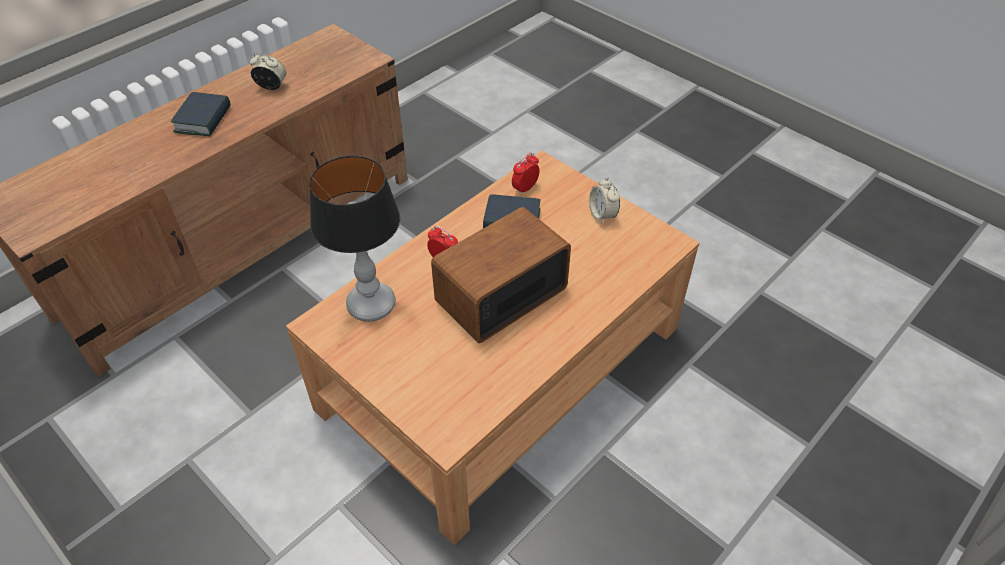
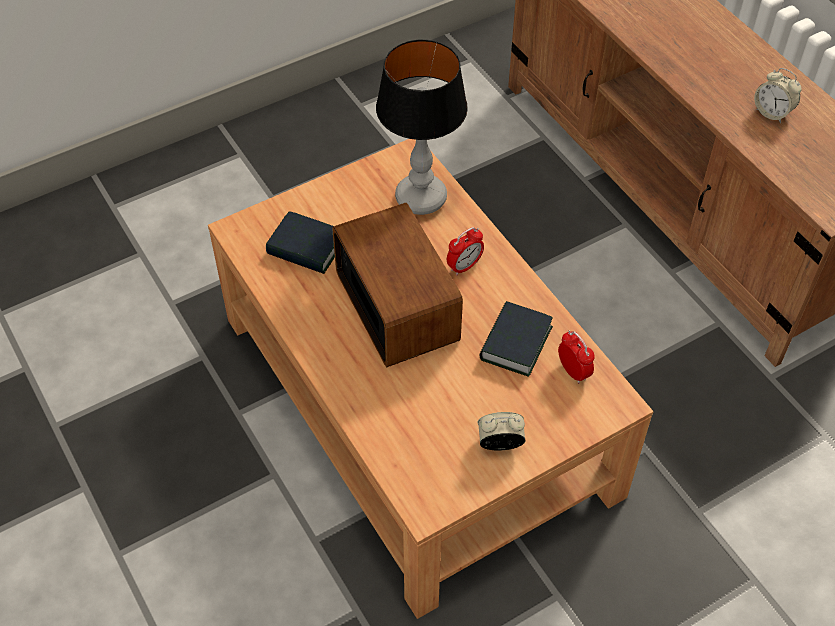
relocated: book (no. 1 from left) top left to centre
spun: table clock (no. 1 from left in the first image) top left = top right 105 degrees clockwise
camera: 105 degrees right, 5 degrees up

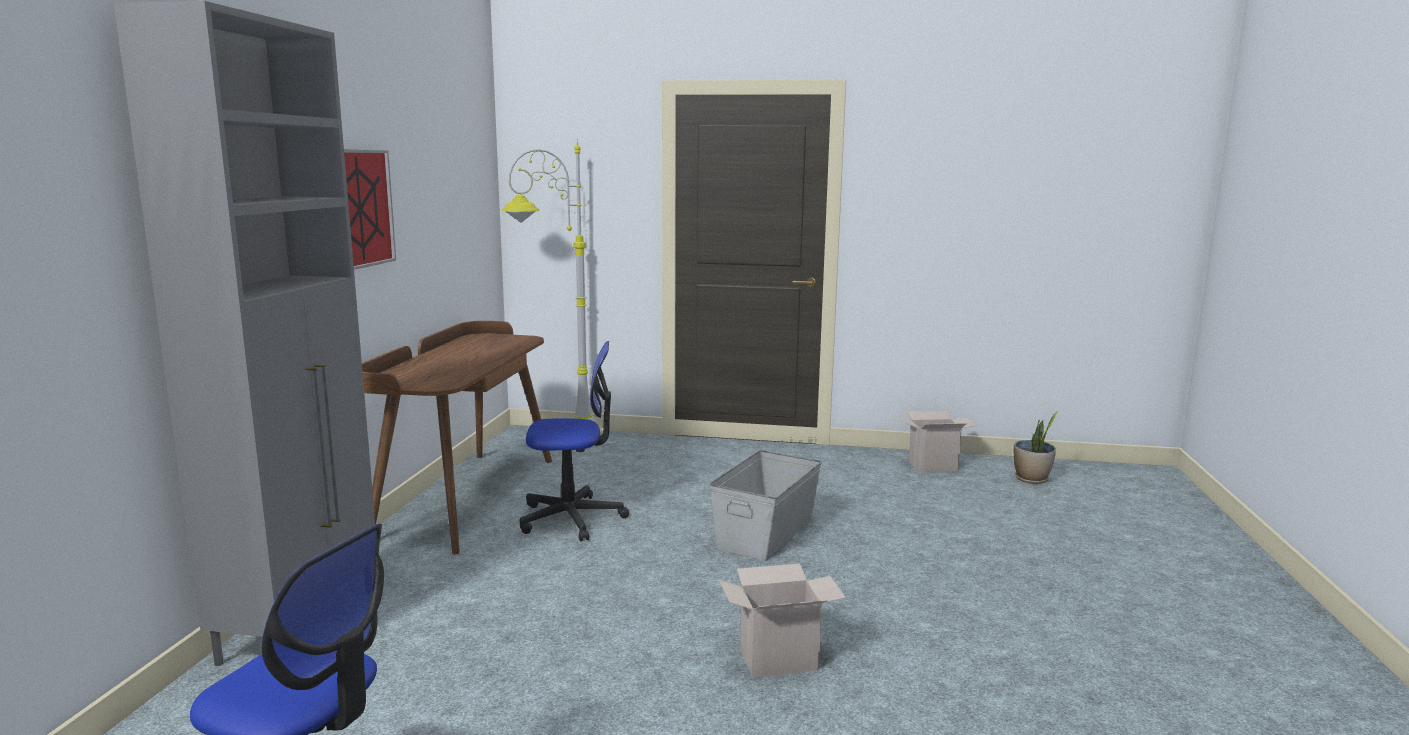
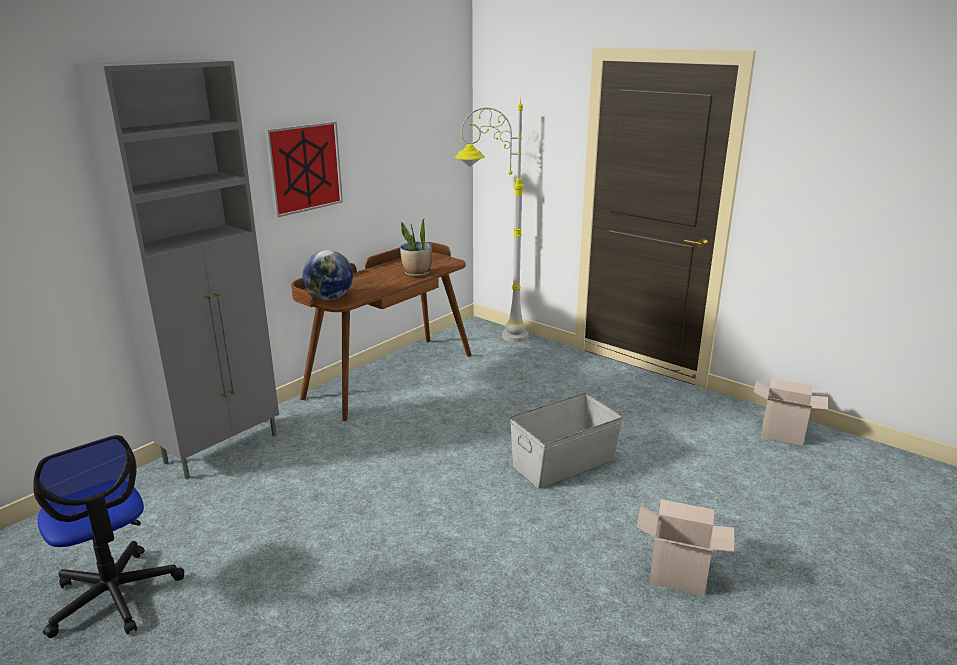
missing: office chair (no. 2 from left) centre
appeared: desk globe centre
relocated: houseplant middle right to centre; packing box (no. 1 from left) bottom centre to bottom right
camera: 30 degrees right, 10 degrees up

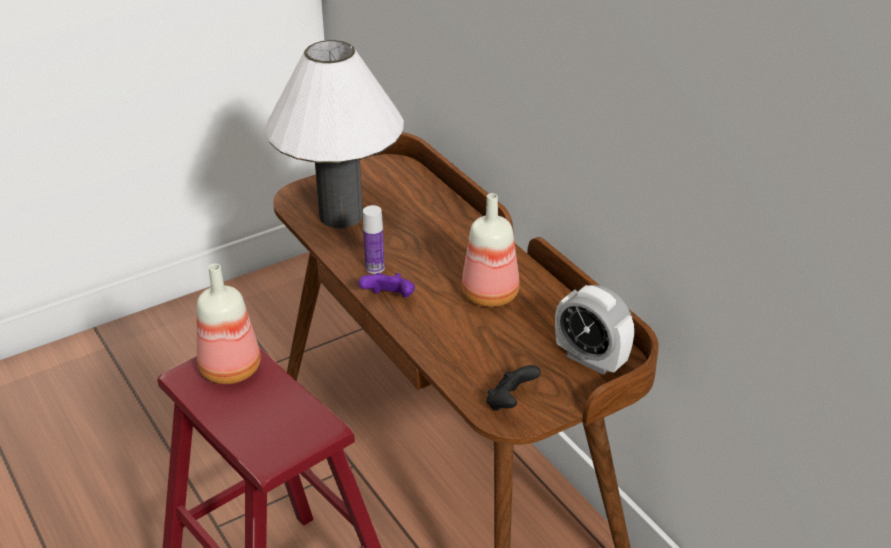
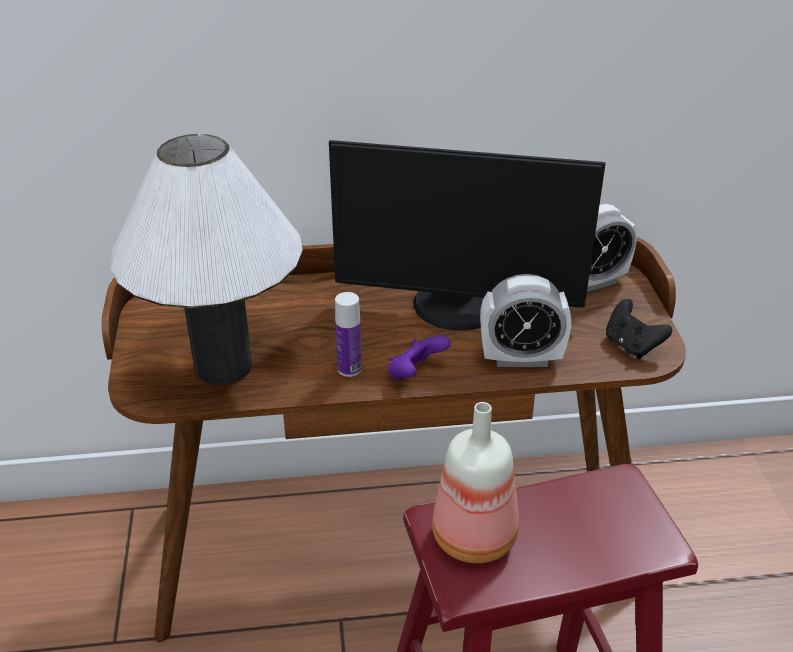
appeared: table clock (no. 1 from left) centre
exchanged: bottle (no. 3 from left) centre to computer display centre
camera: 65 degrees left, 0 degrees up

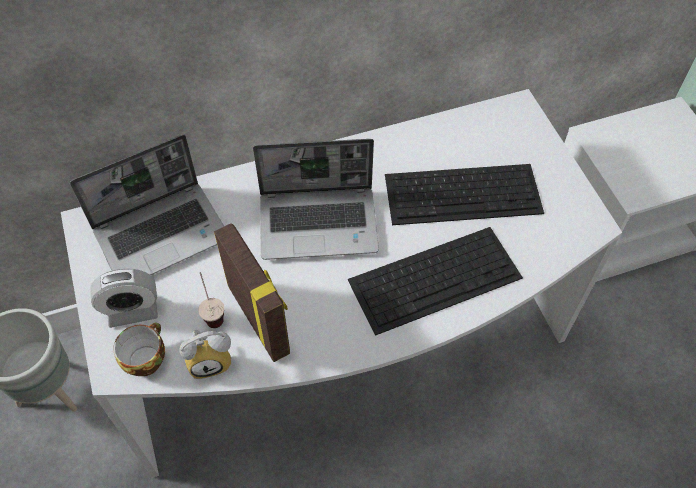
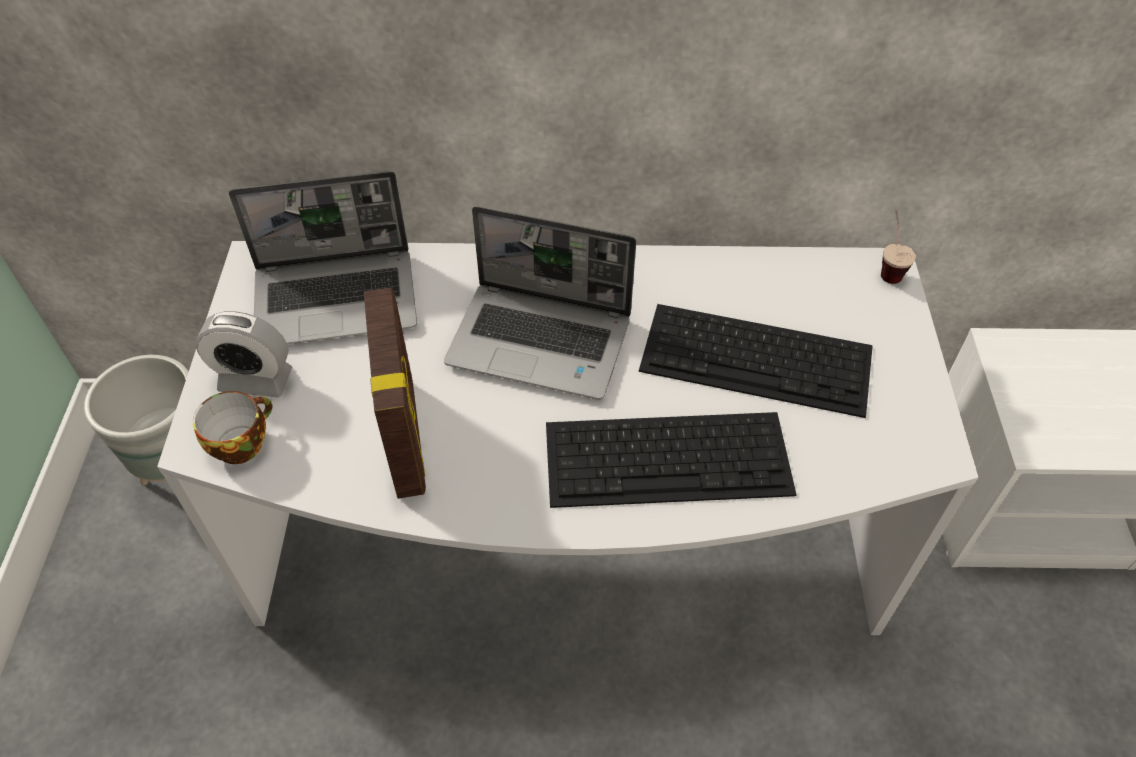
missing: table clock (no. 2 from left) bottom left
relocated: drinking cup (no. 2 from left) middle left to top right
camera: 20 degrees right, 5 degrees down

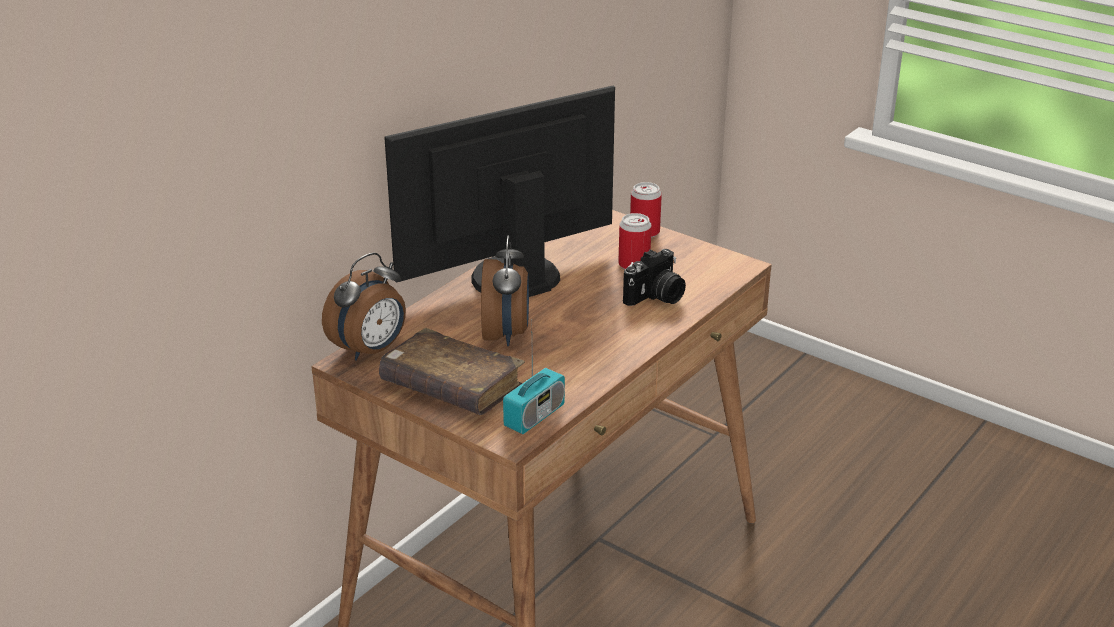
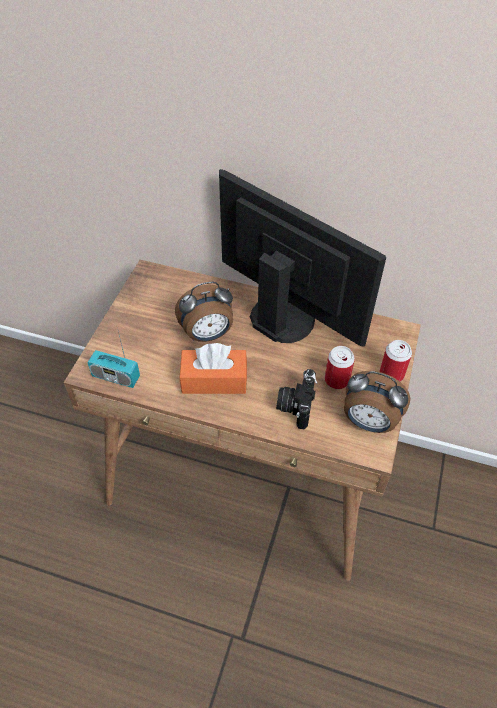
missing: brown-coloured book centre
appeared: orange box of tissues centre
relocated: table clock (no. 1 from left in the first image) middle left to table clock (no. 2 from left) middle right
spun: still camera centre = centre 75 degrees clockwise
camera: 70 degrees right, 20 degrees up

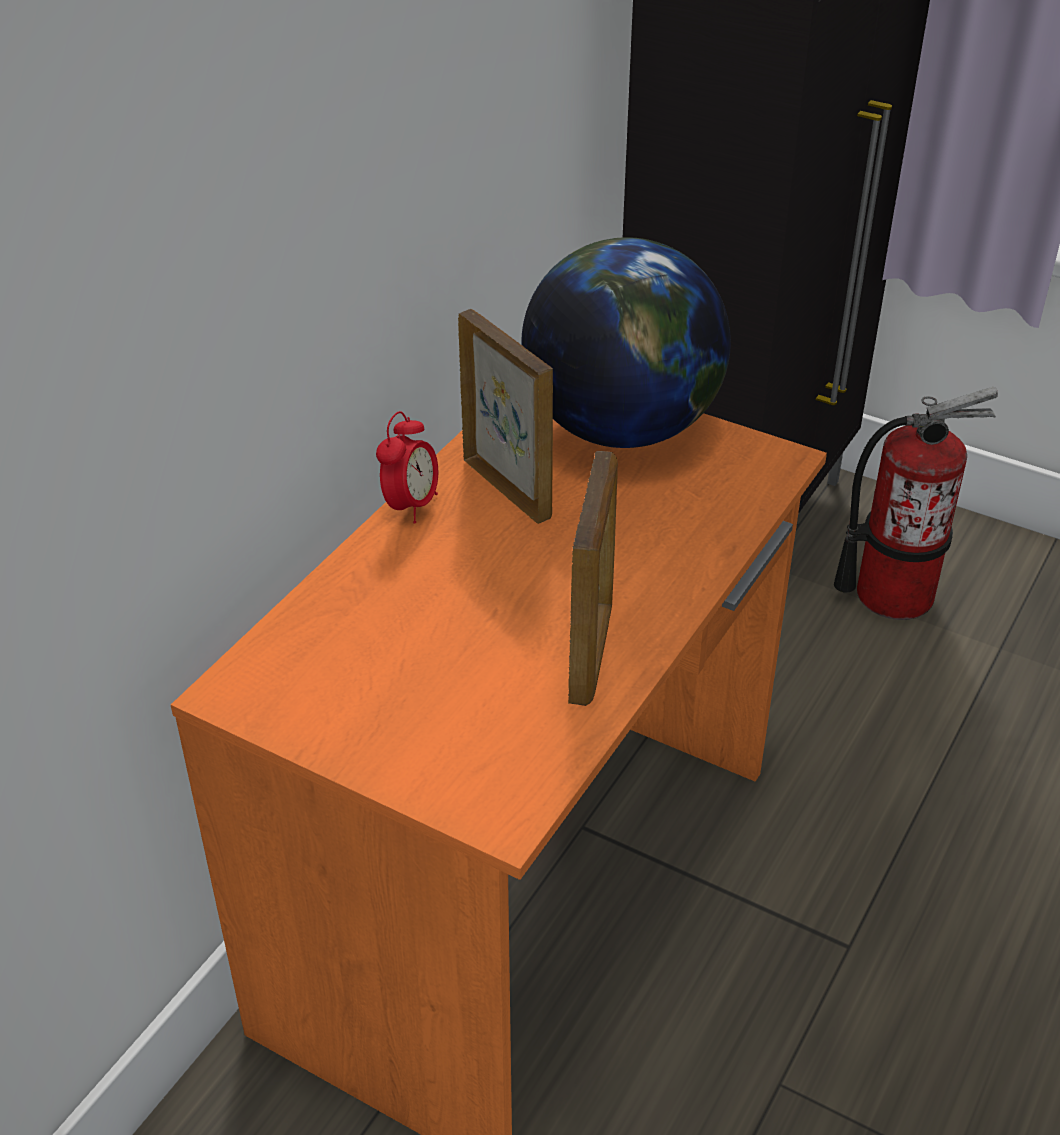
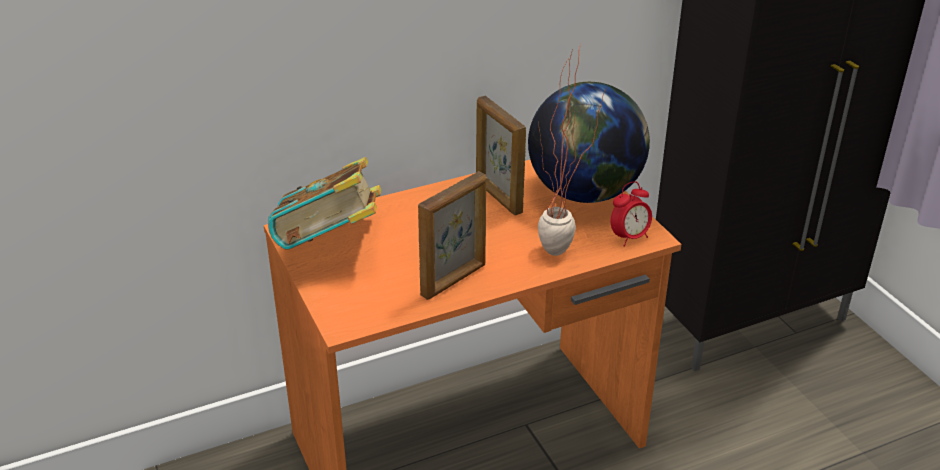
missing: extinguisher middle right
appeared: book centre; houseplant top centre
relocated: table clock centre to middle right
spun: standing frame (no. 1 from left in the first image) centre = top centre 150 degrees clockwise
camera: 35 degrees right, 5 degrees down

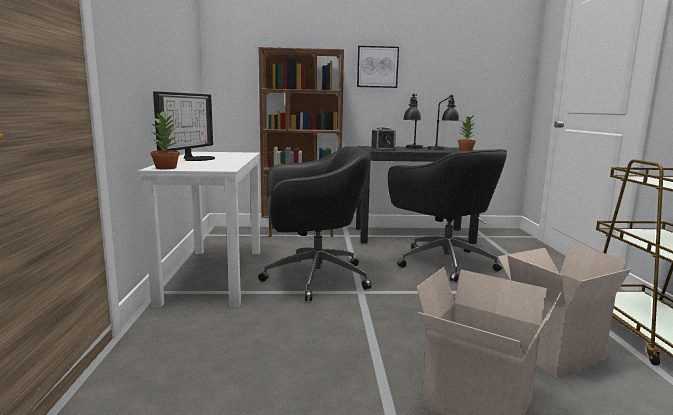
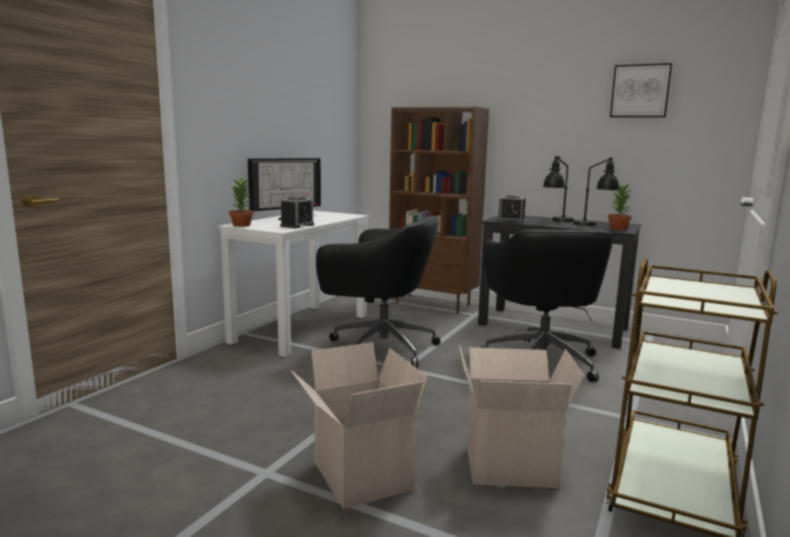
appeared: table clock (no. 1 from left) centre
relocated: picture top centre to top right
camera: 30 degrees right, 0 degrees up

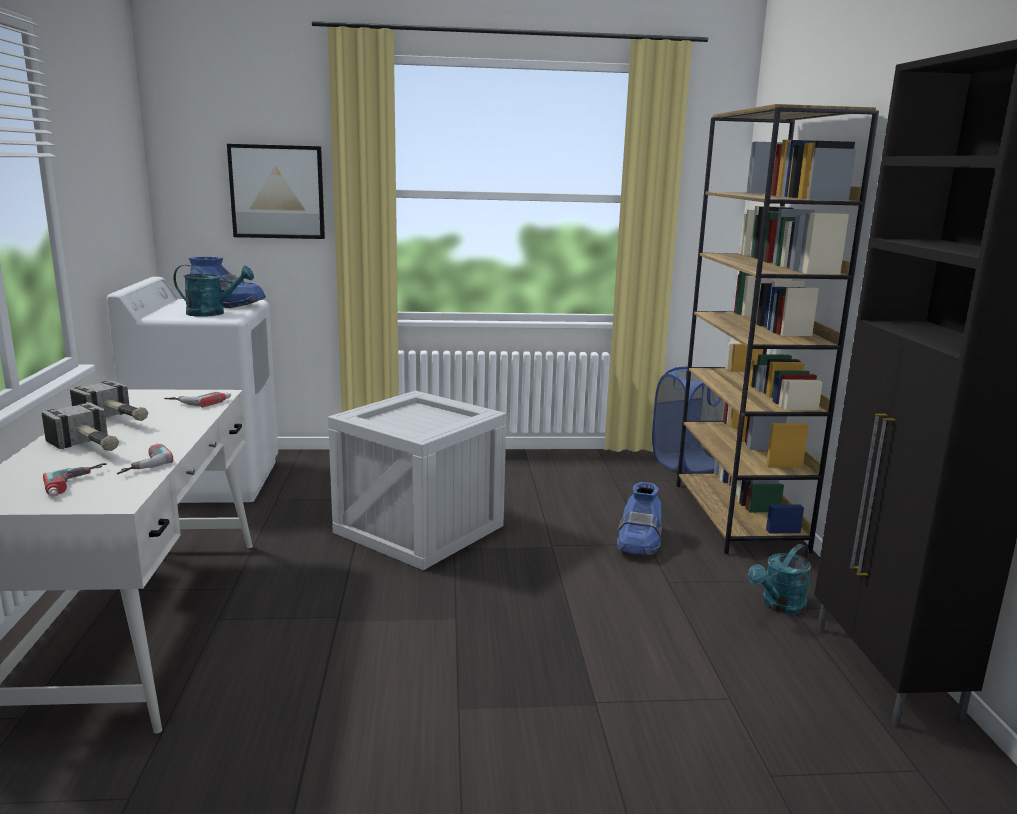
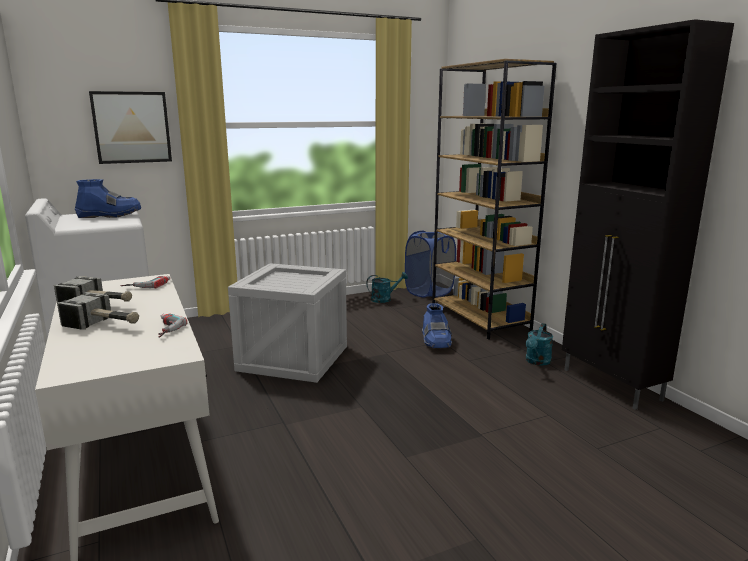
missing: electric drill (no. 1 from left) middle left
relocated: turquoise-coloured sprinkling can (no. 1 from left) middle left to centre
camera: 20 degrees left, 0 degrees up

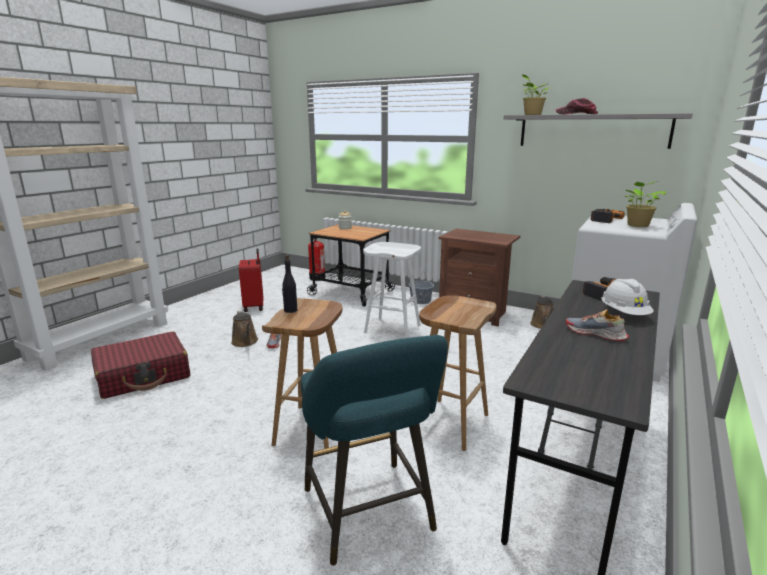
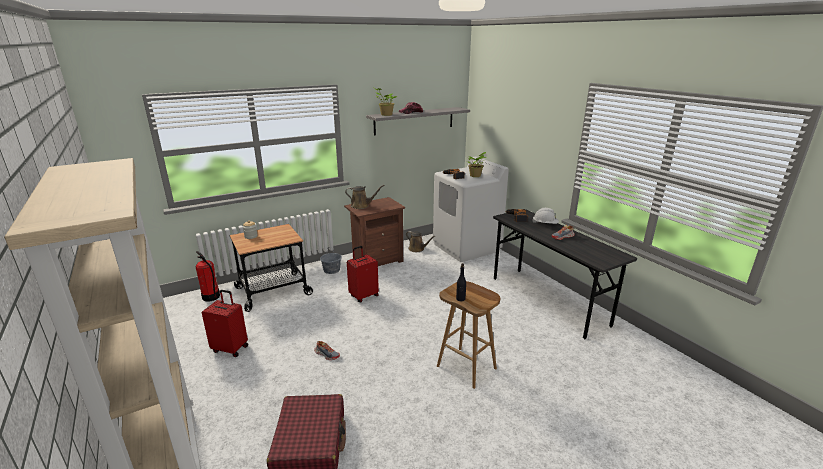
missing: turquoise-coloured sitting stool bottom centre; brown-coloured sitting stool (no. 2 from left) centre
relocated: brown-coloured sprinkling can (no. 1 from left) middle left to centre
exchanged: whitish sitting stool centre to red piece of luggage (no. 3 from left) centre
camera: 60 degrees left, 5 degrees up

